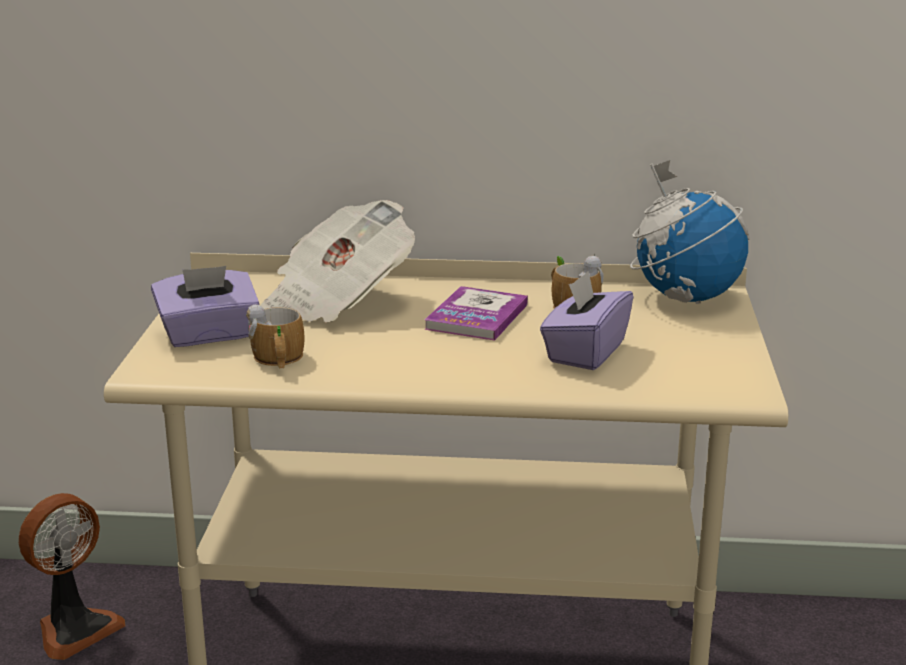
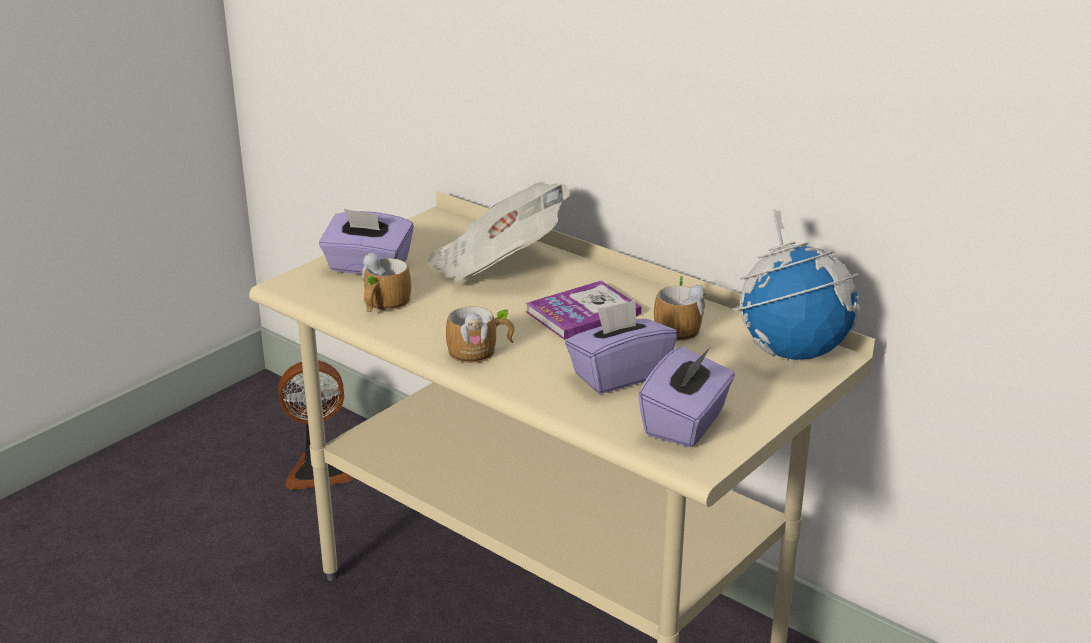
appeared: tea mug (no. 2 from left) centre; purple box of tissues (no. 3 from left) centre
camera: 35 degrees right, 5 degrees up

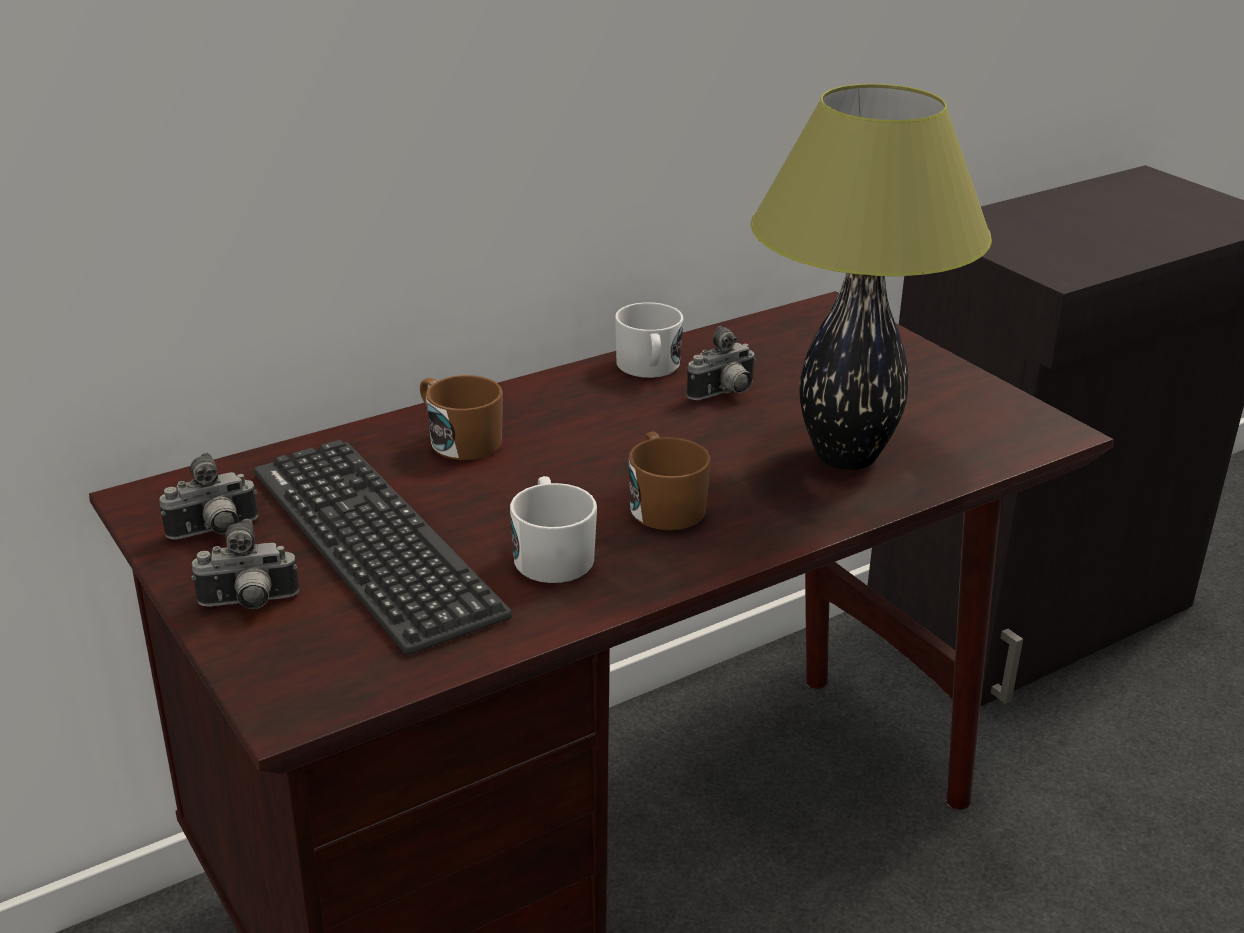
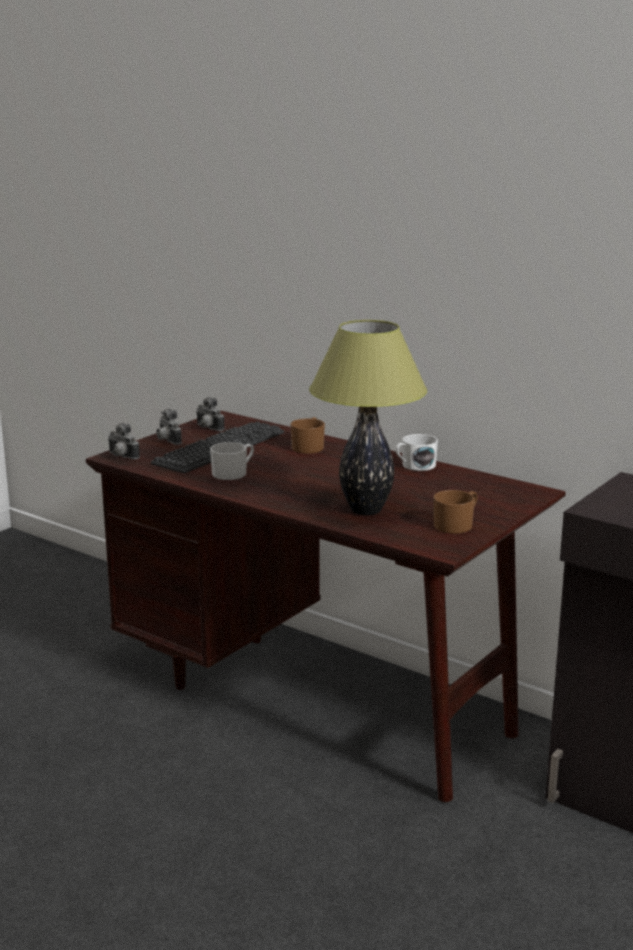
relocated: still camera (no. 3 from left in the first image) centre to still camera (no. 1 from left) middle left; brown-coloured tea mug (no. 2 from left) centre to middle right
camera: 70 degrees right, 10 degrees down

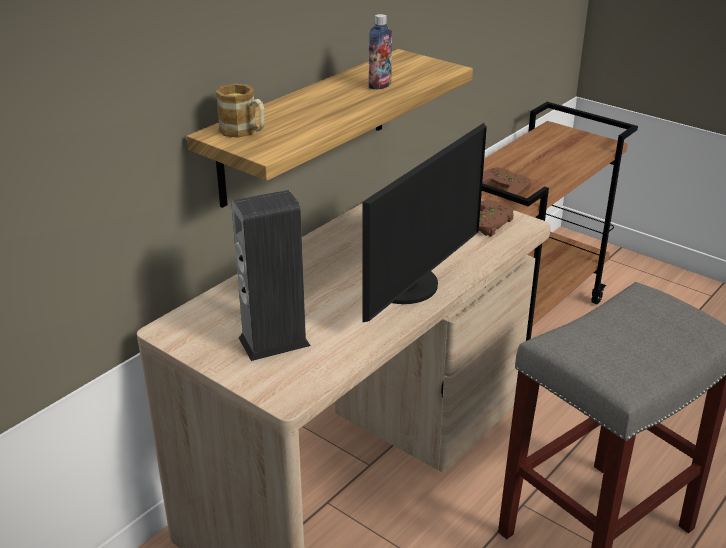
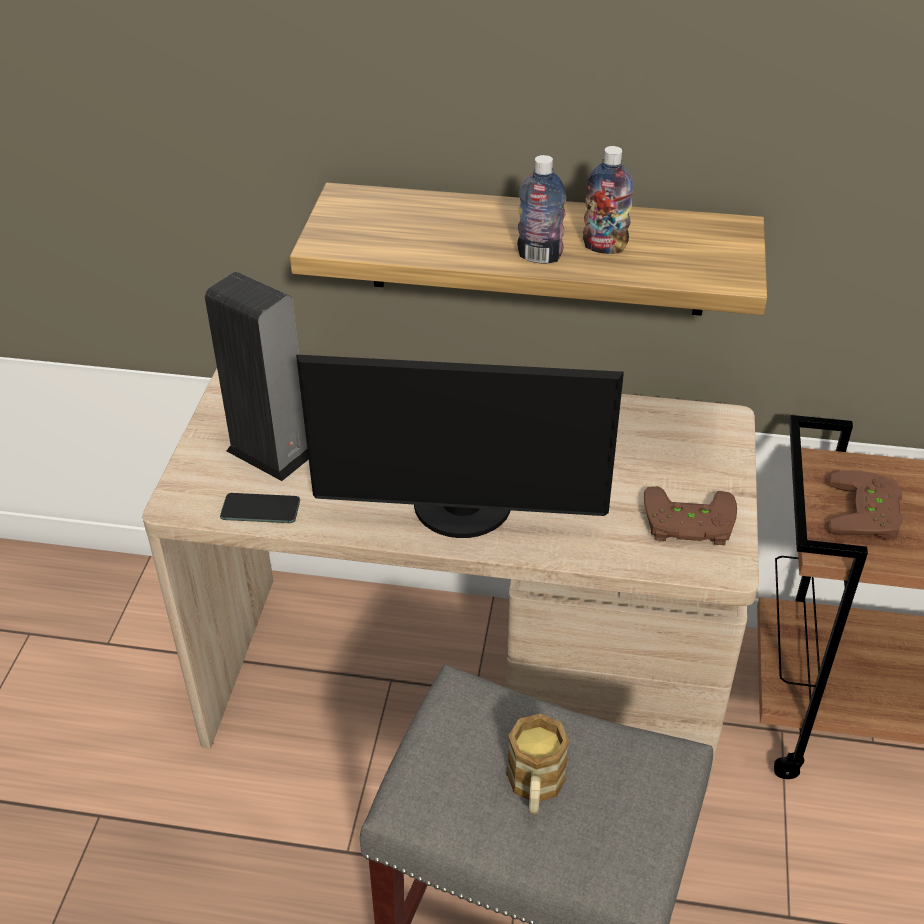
appeared: handset middle left; bottle (no. 1 from left) top centre
relocated: tea mug top left to bottom centre
camera: 60 degrees right, 10 degrees up

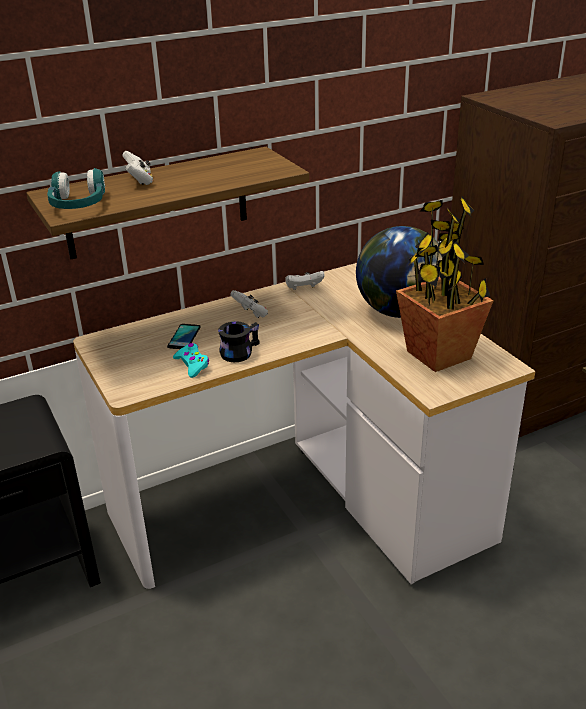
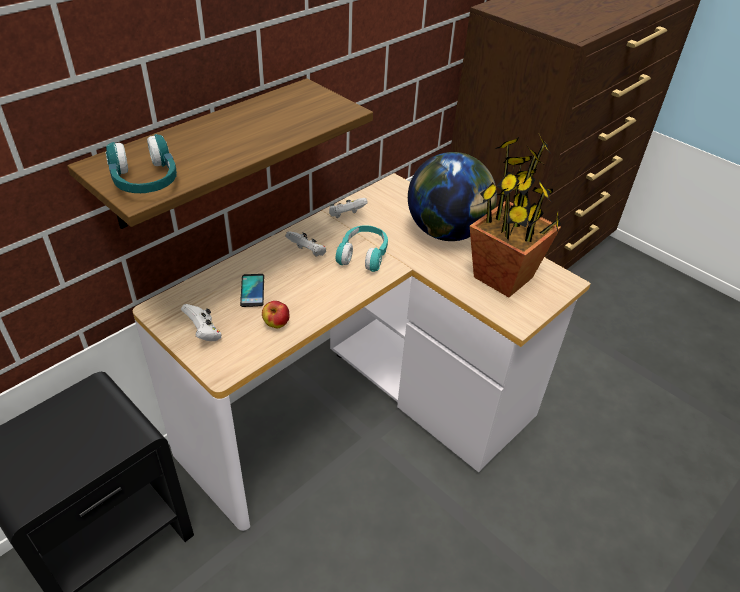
missing: blackish tea mug centre
appeared: turquoise-coloured headset (no. 2 from left) centre
relocated: whitish gamepad (no. 1 from left) top left to middle left
exchanged: turquoise-coloured gamepad middle left to apple fruit centre
camera: 20 degrees left, 10 degrees up

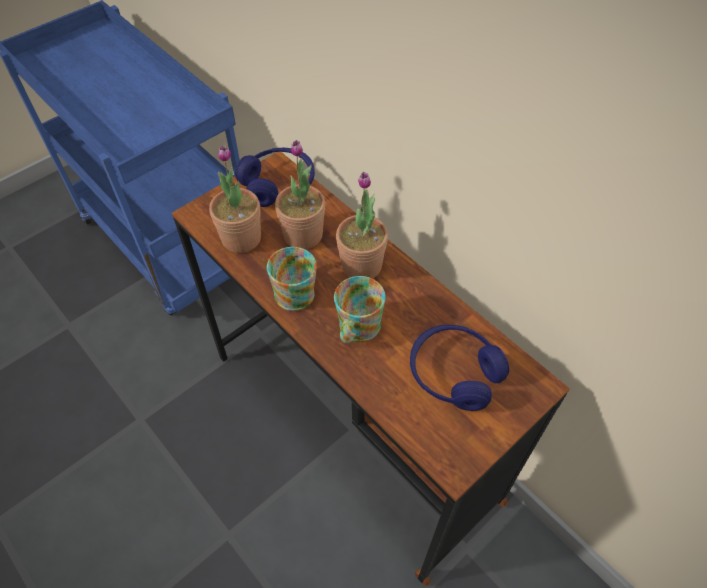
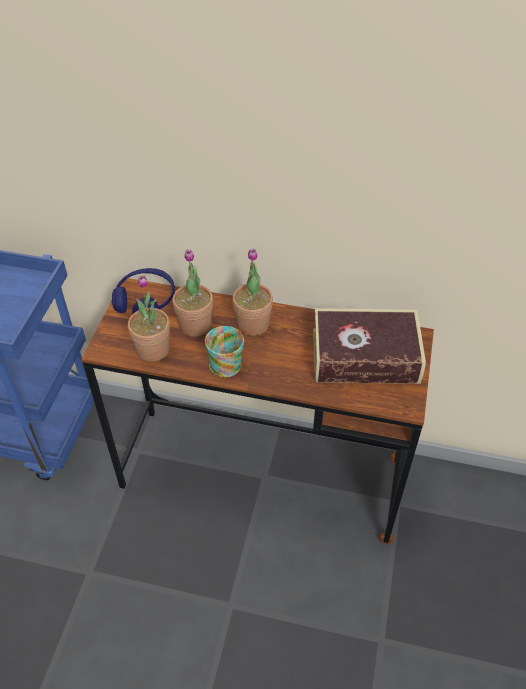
missing: tea mug (no. 2 from left) centre
exchanged: bluish headset (no. 2 from left) centre to book middle right
camera: 35 degrees left, 5 degrees down

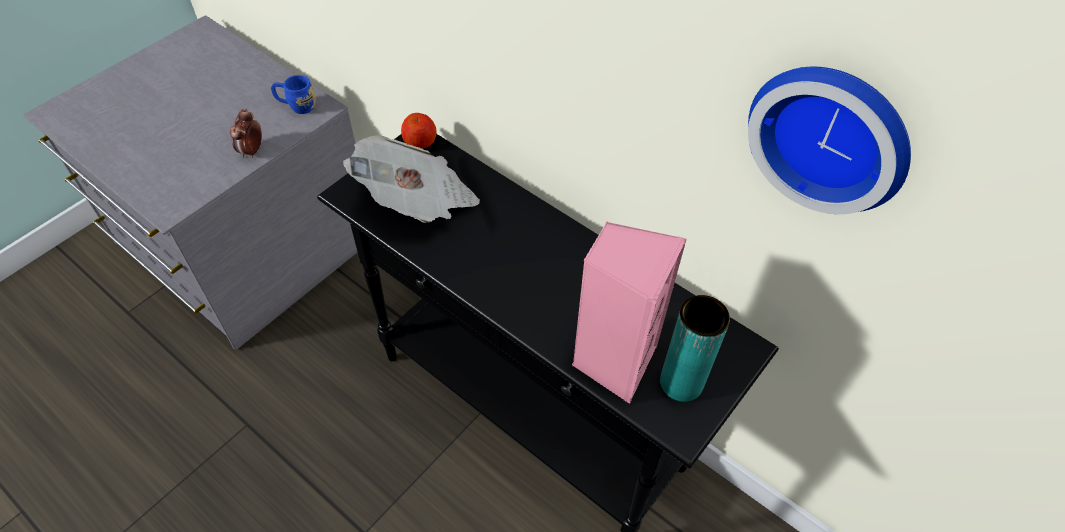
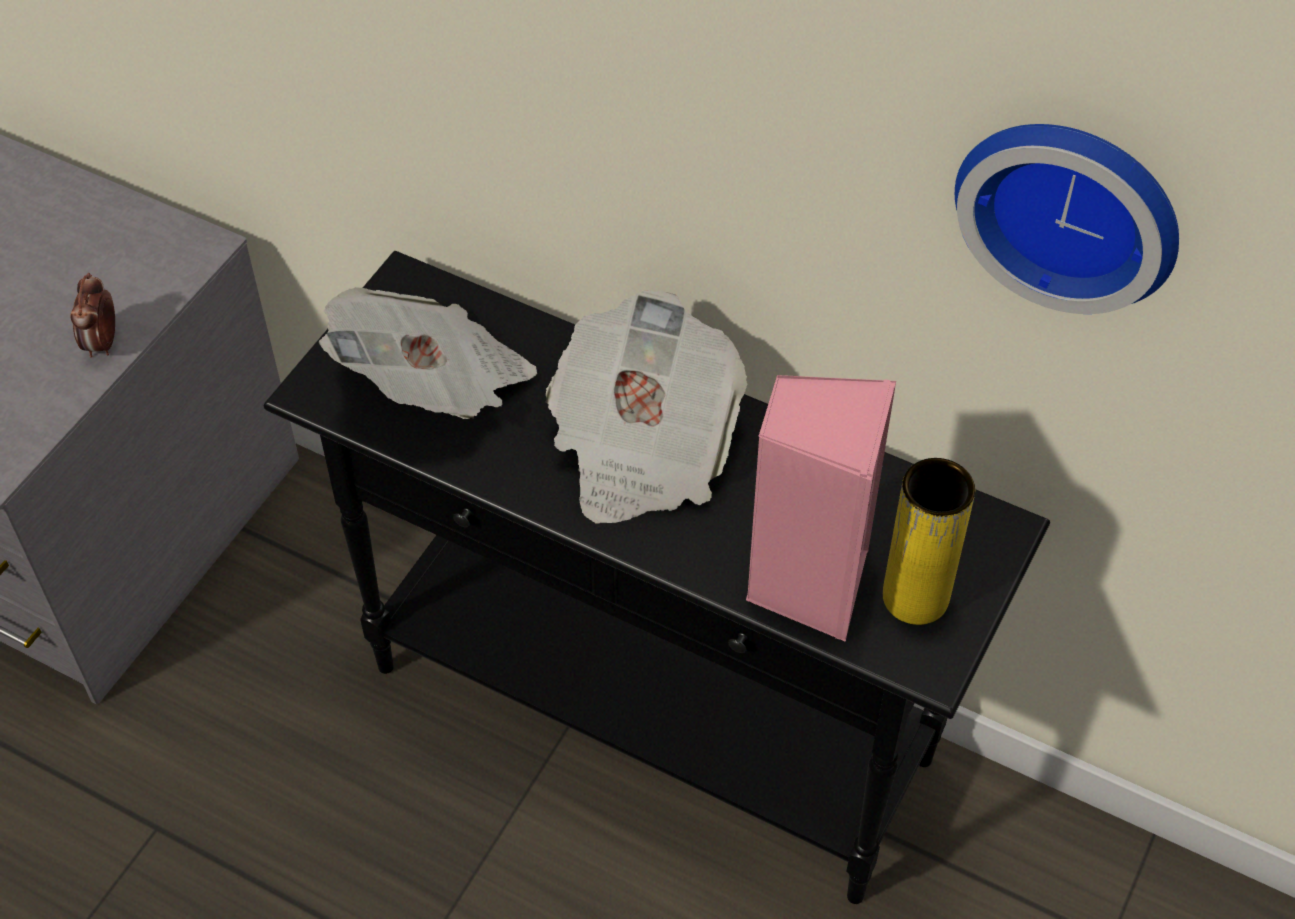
missing: bluish tea mug top left; apple fruit top centre
appeared: daily paper (no. 2 from left) centre
colour: turquoise-coloured decorative vase centre to yellow decorative vase middle right
camera: 10 degrees left, 0 degrees up

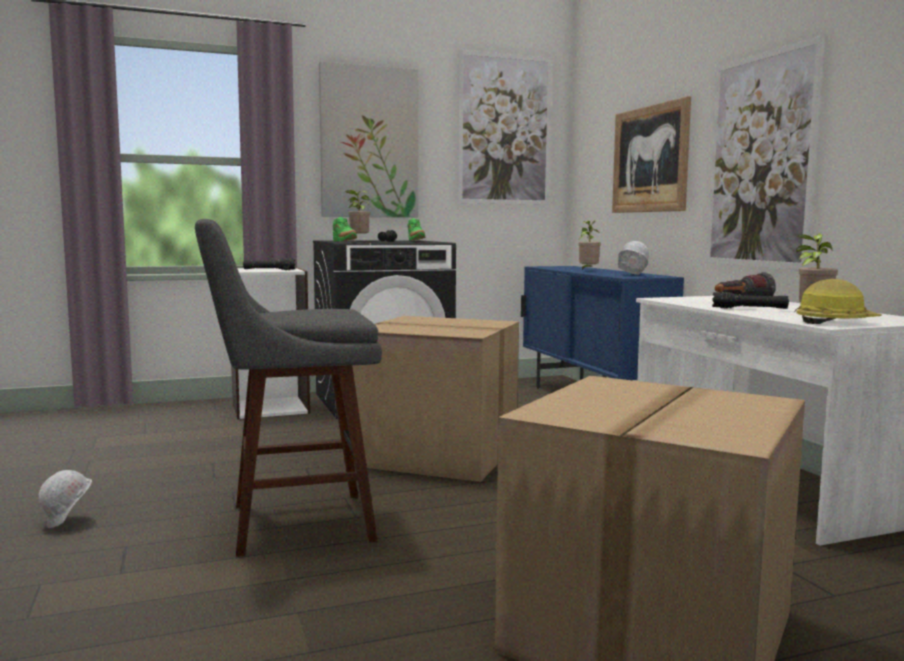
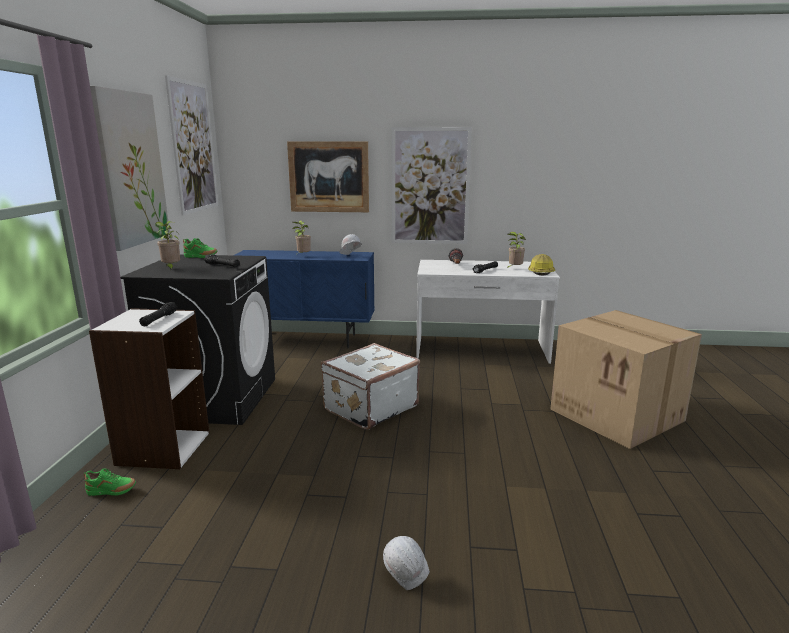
missing: gray sitting stool middle left
relocated: green item of footwear (no. 1 from left) centre to bottom left
exchanged: packing box (no. 1 from left) centre to whitish piece of luggage centre
camera: 65 degrees left, 10 degrees up

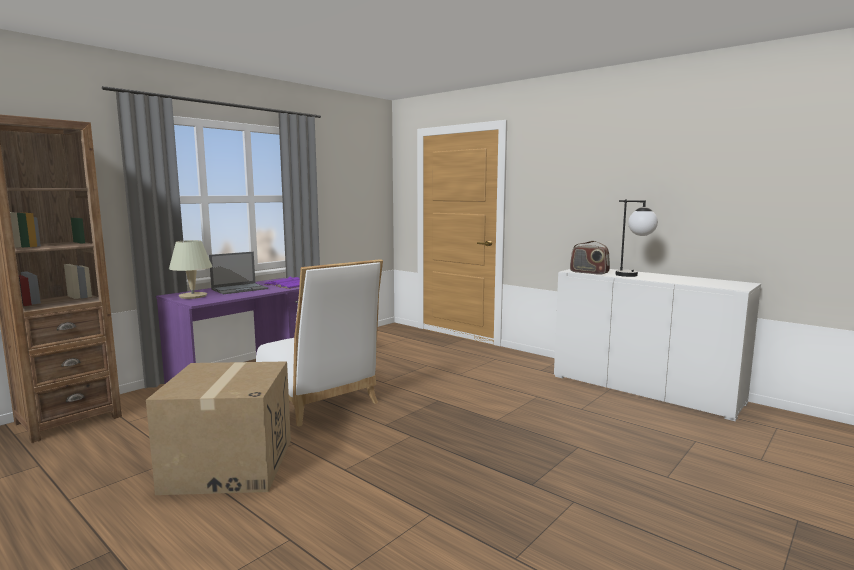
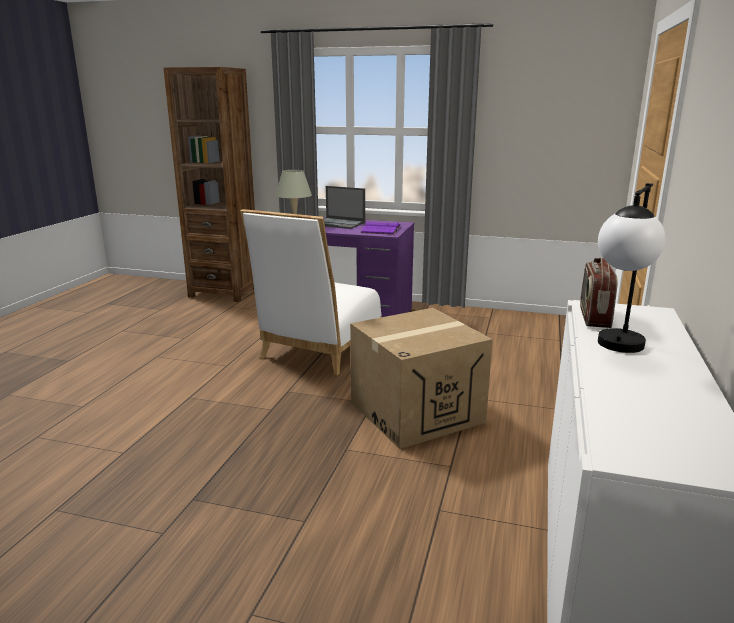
relocated: packing box bottom left to centre
camera: 65 degrees right, 10 degrees up

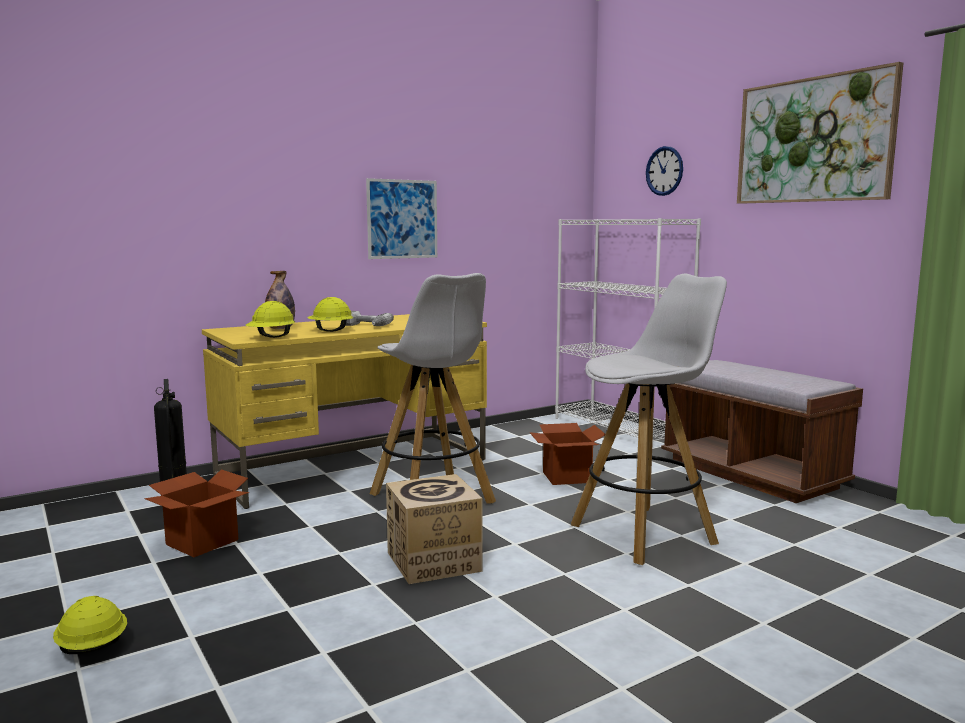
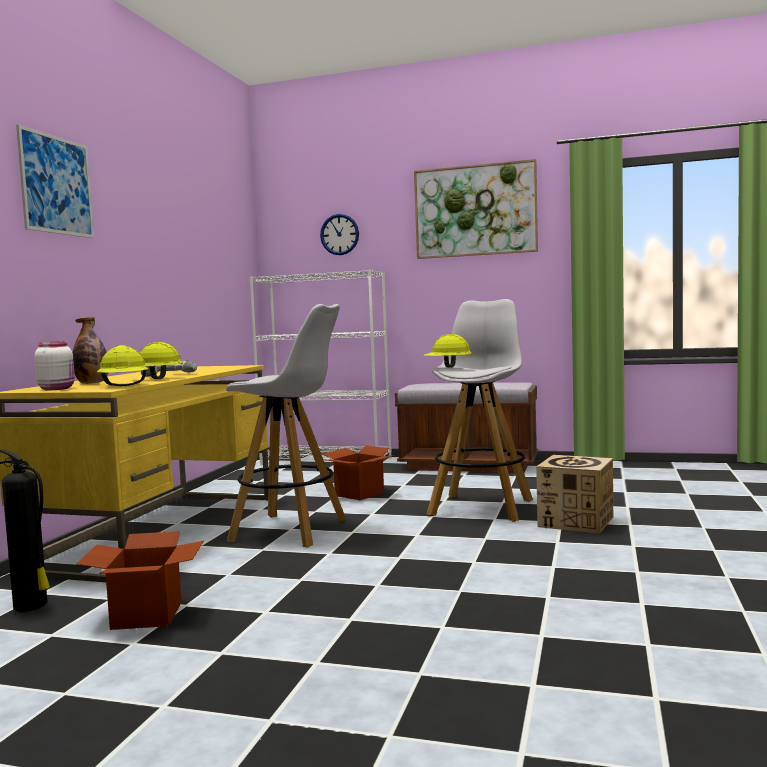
appeared: whitish jar middle left
relocated: picture (no. 1 from left) top centre to top left; yellow work helmet (no. 1 from left in the first image) bottom left to yellow work helmet (no. 3 from left) centre; packing box (no. 2 from left in the first image) bottom centre to packing box (no. 3 from left) middle right
camera: 40 degrees left, 5 degrees down

